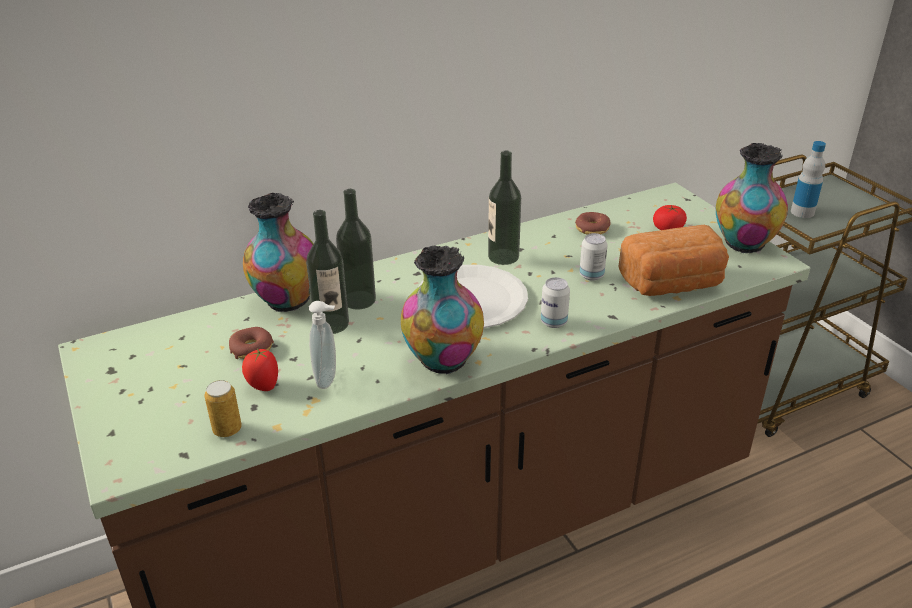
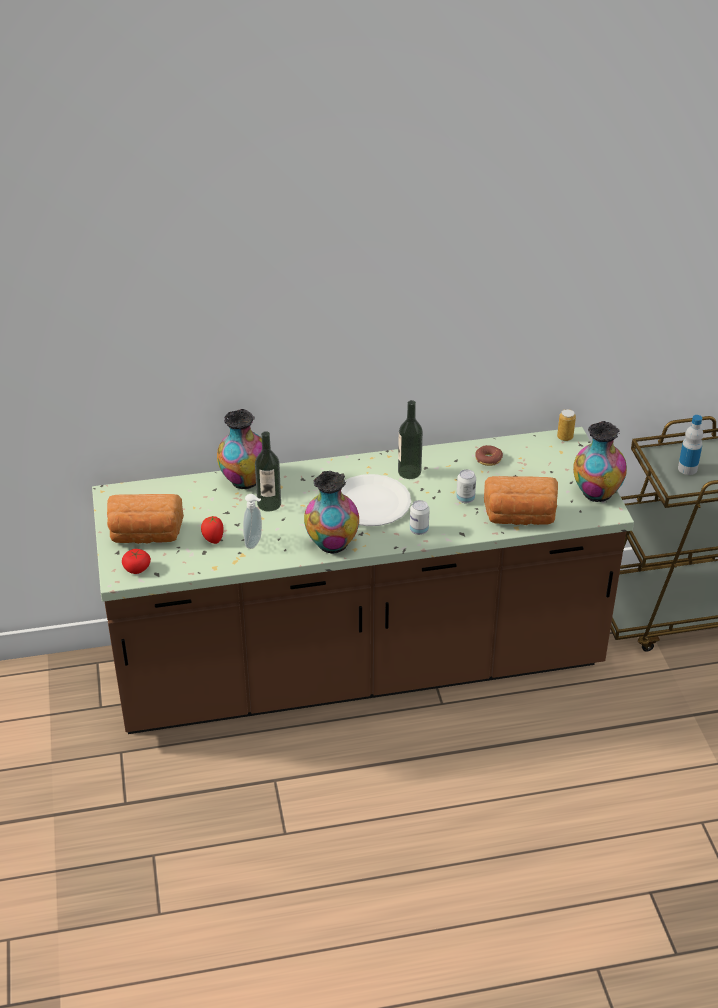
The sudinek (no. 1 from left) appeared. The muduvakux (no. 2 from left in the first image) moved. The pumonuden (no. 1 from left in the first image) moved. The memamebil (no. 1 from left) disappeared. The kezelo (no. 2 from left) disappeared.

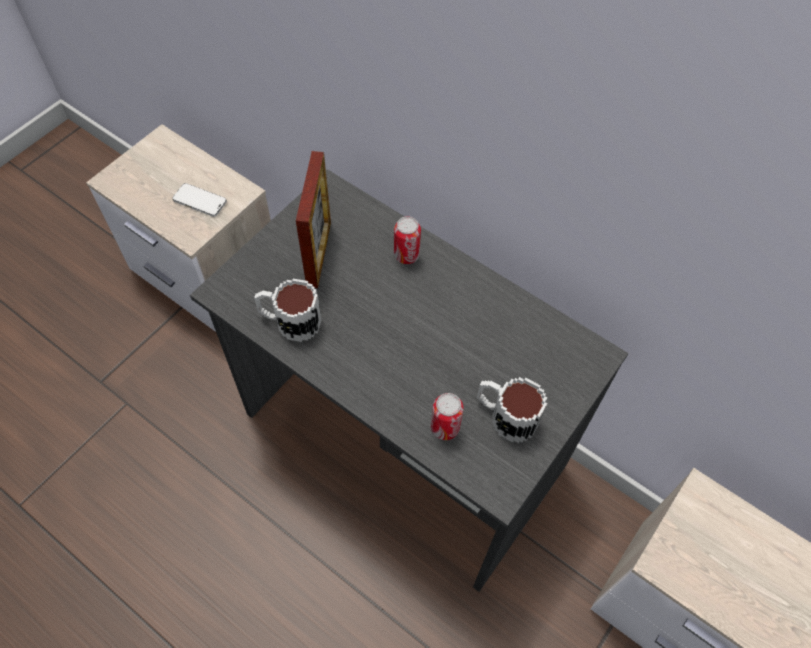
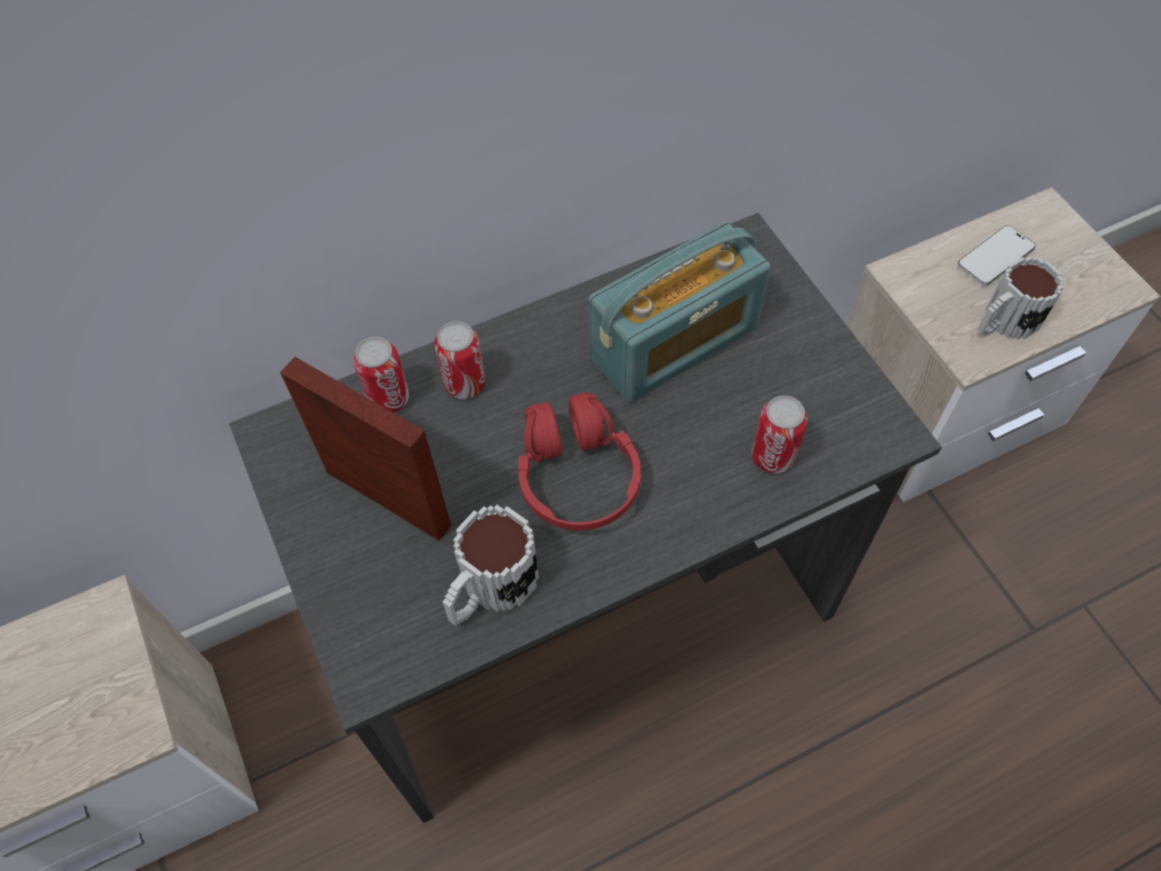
The pumonuden (no. 1 from left) appeared. The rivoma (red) appeared. The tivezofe appeared. The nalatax moved. The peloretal (no. 2 from left) moved.

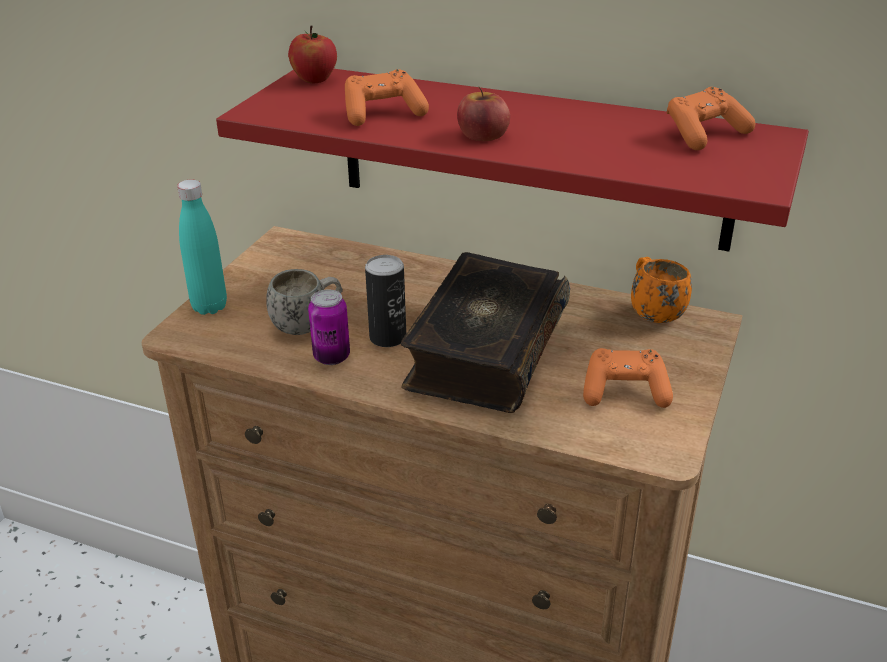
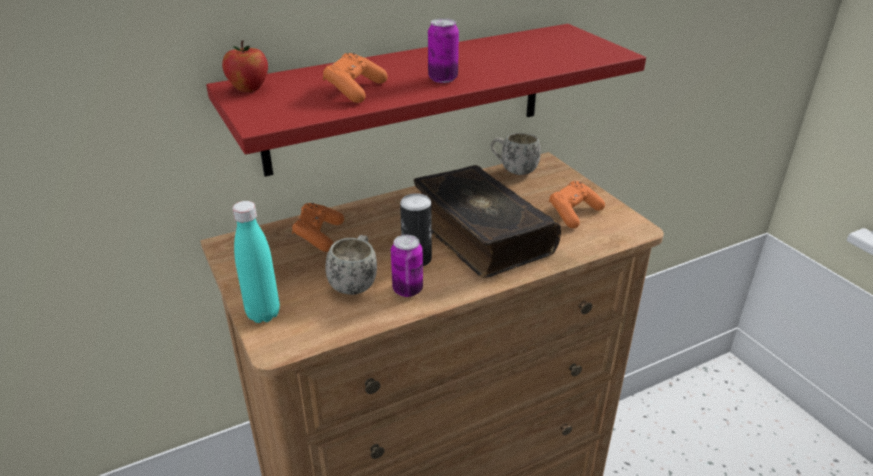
The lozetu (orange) (no. 3 from left in the first image) moved. The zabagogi (no. 2 from left) was replaced by the pumonuden (no. 3 from left). The peloretal (orange) became the peloretal (white) (no. 2 from left).

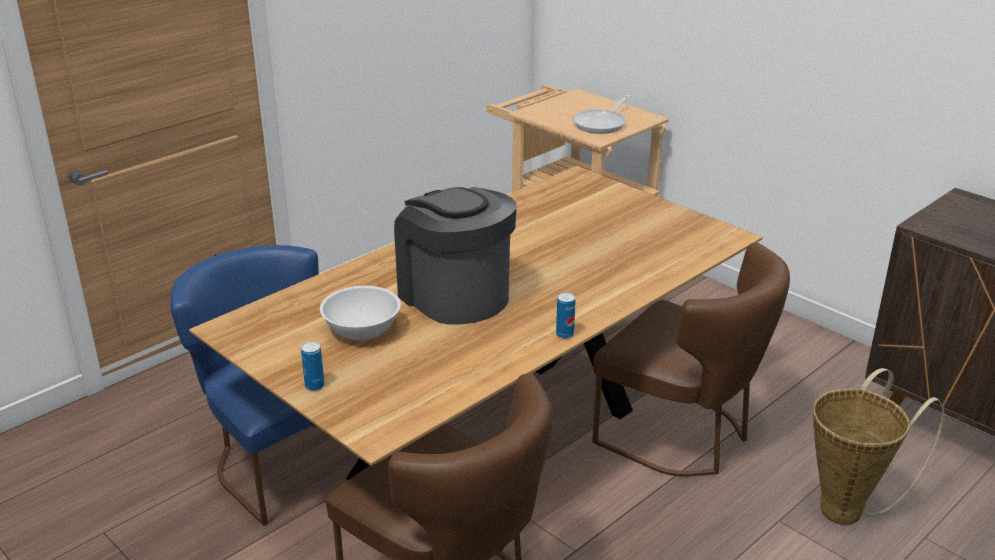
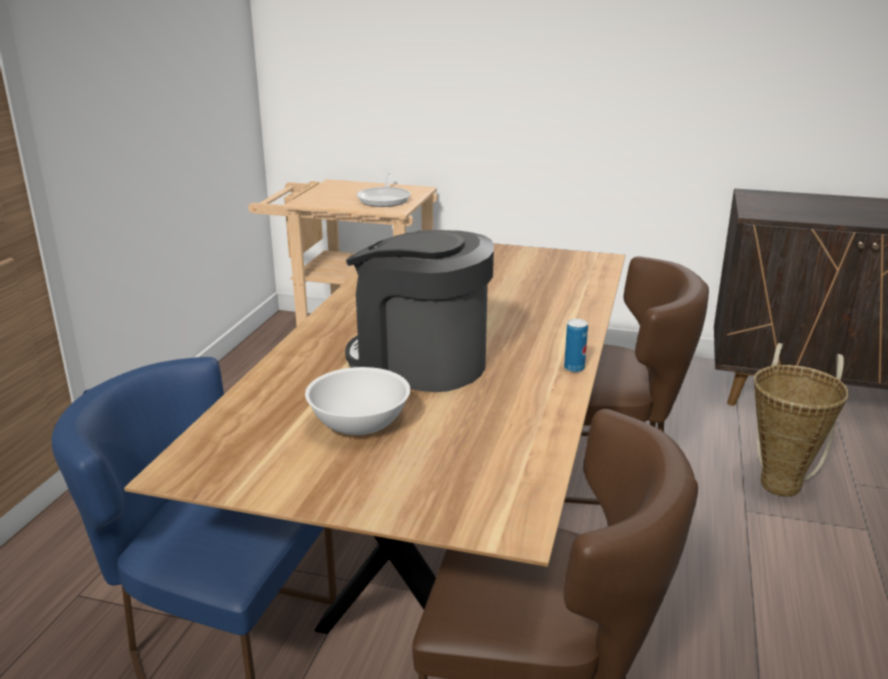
The pumonuden (no. 1 from left) disappeared.

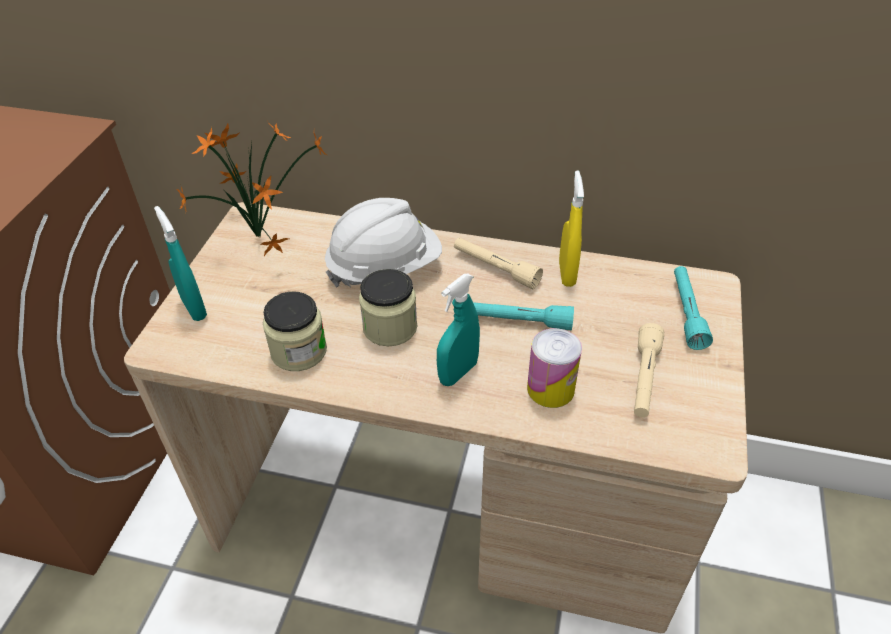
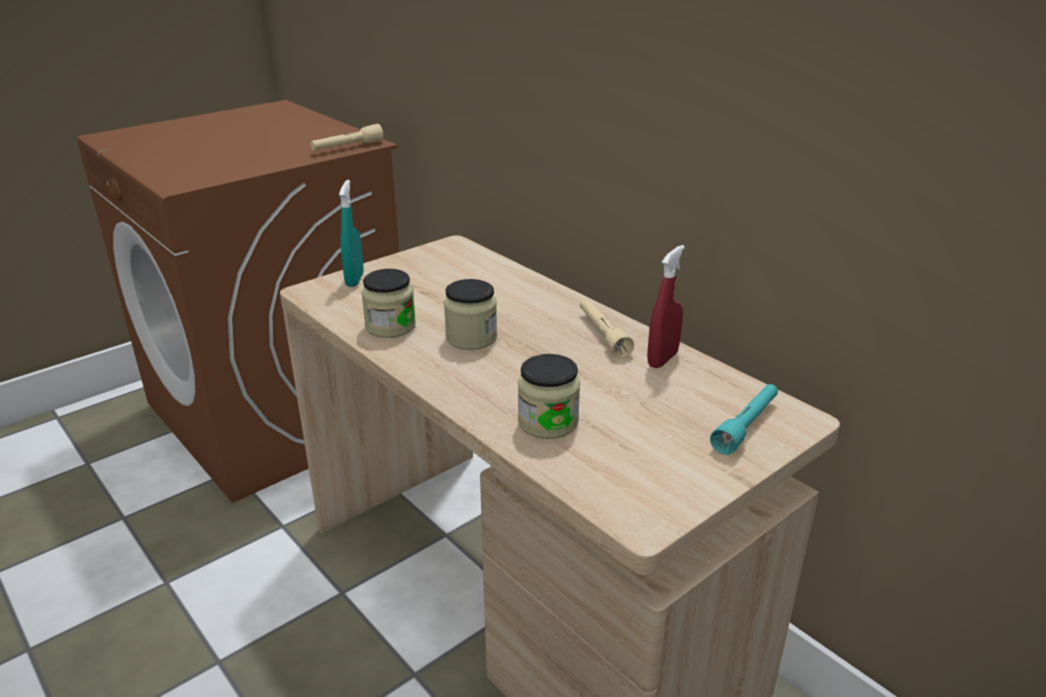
The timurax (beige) (no. 2 from left in the first image) moved. The pumonuden was replaced by the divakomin (no. 3 from left). The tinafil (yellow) became the tinafil (red). The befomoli disappeared. The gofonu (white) disappeared. The tinafil (turquoise) (no. 2 from left) disappeared. The timurax (turquoise) (no. 1 from left) disappeared.

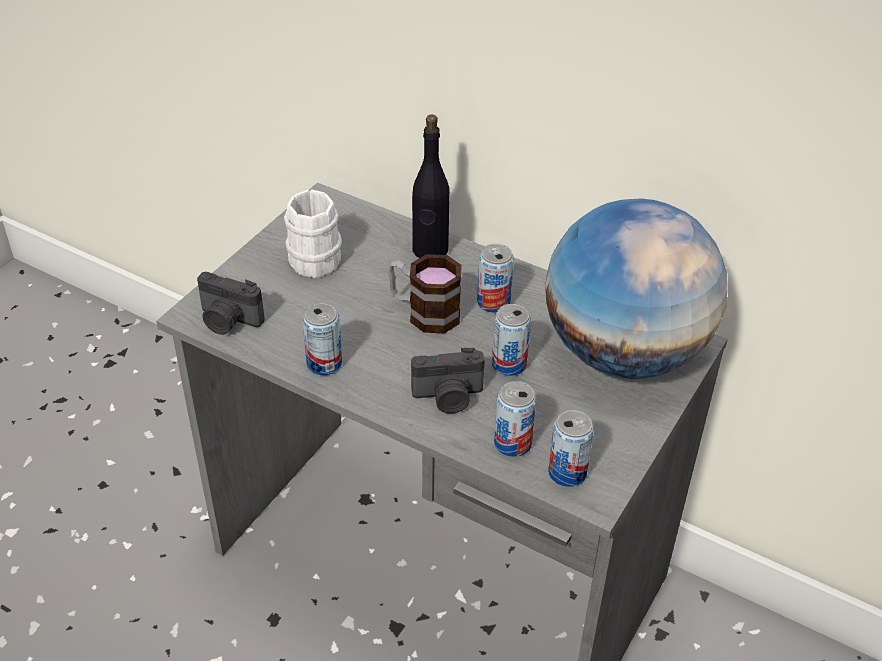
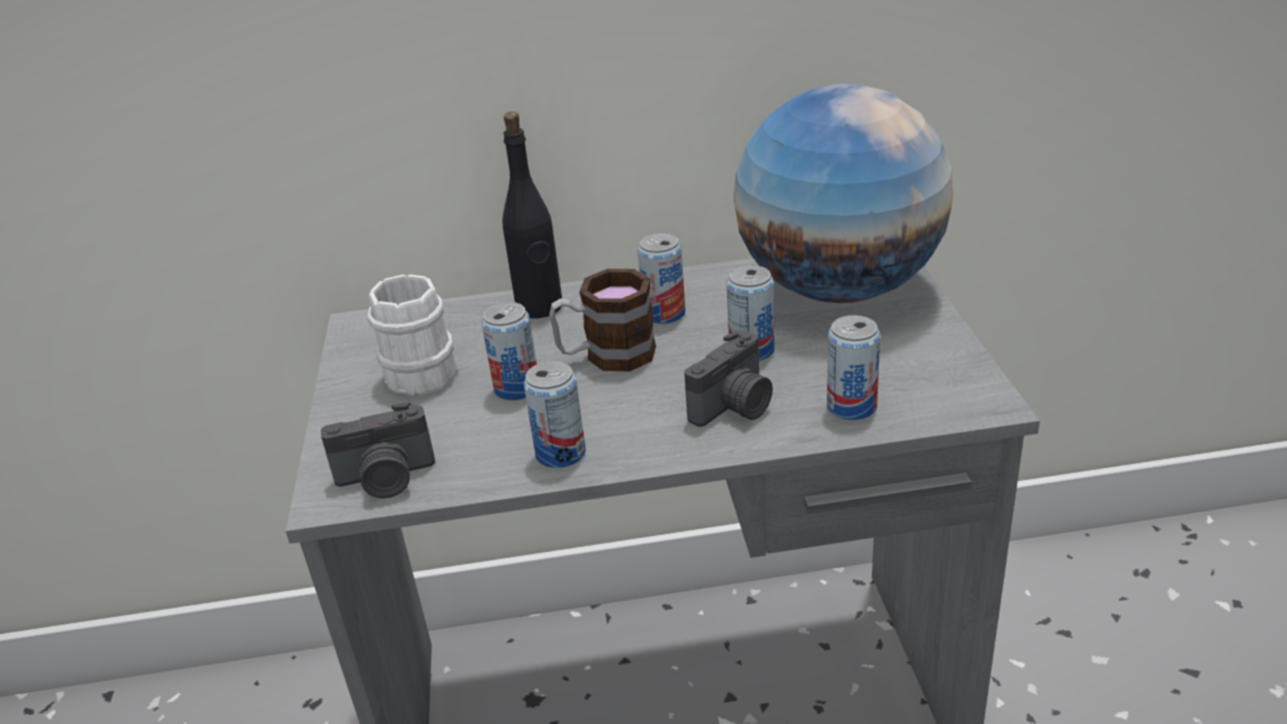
The pumonuden (no. 5 from left in the first image) moved.

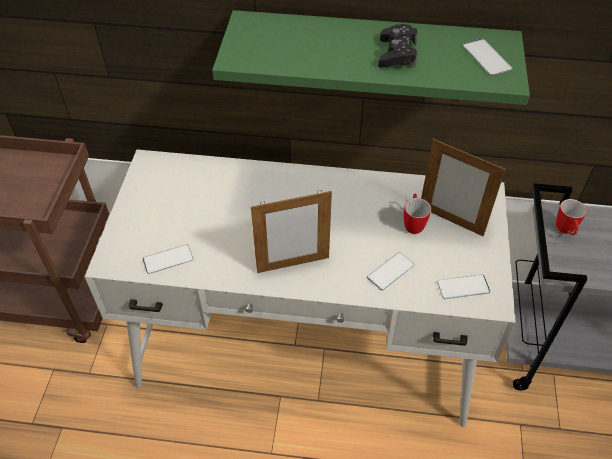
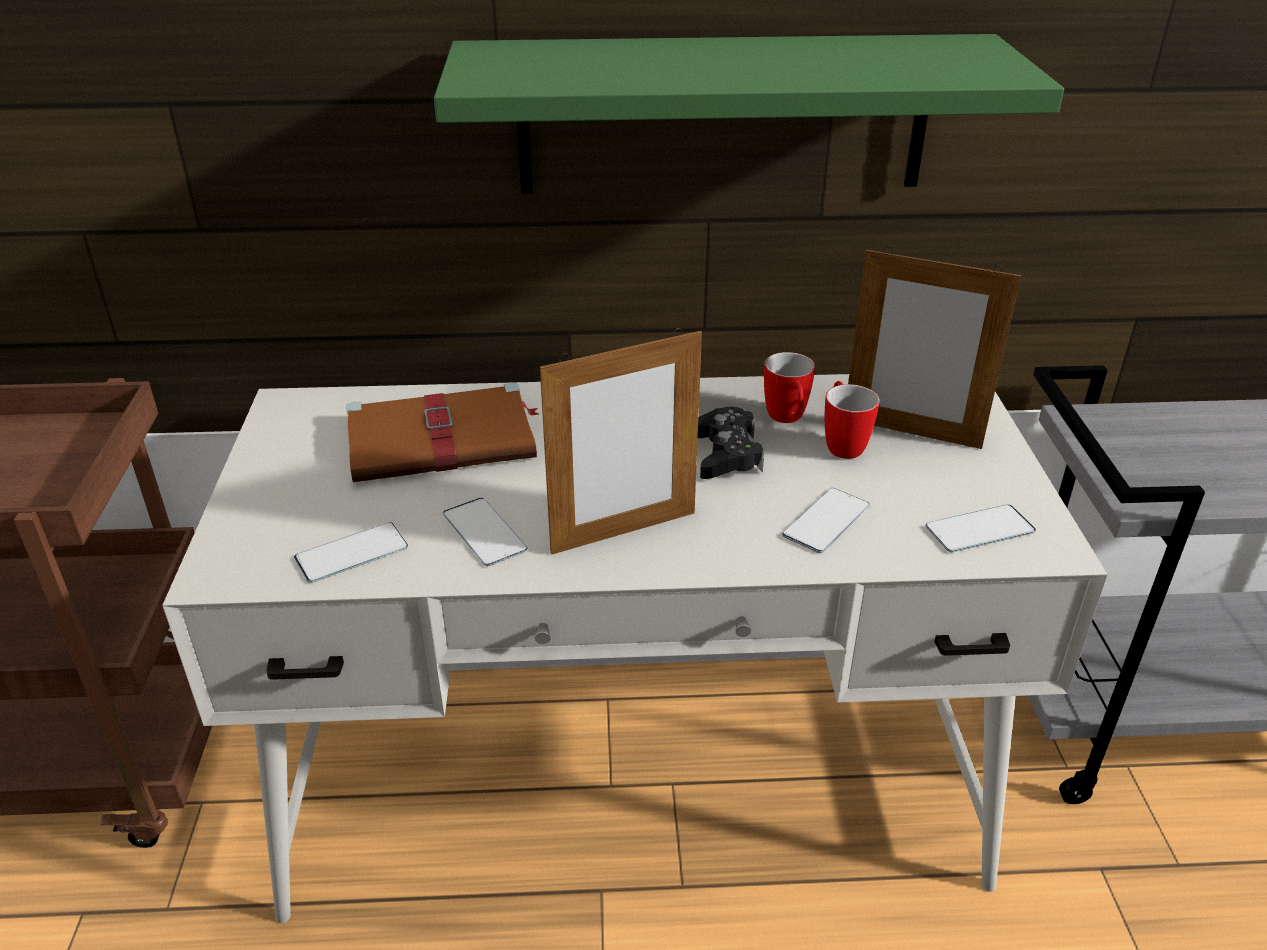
The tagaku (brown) appeared. The nalatax (no. 4 from left in the first image) moved. The lozetu (black) moved. The peloretal (no. 2 from left in the first image) moved.

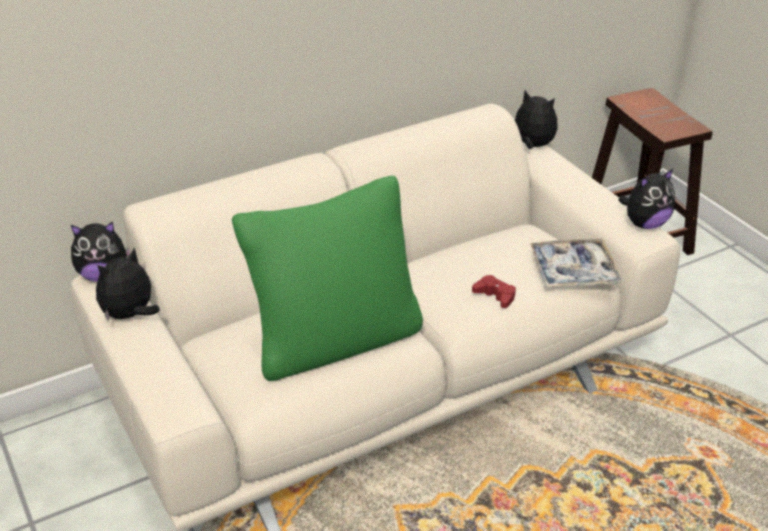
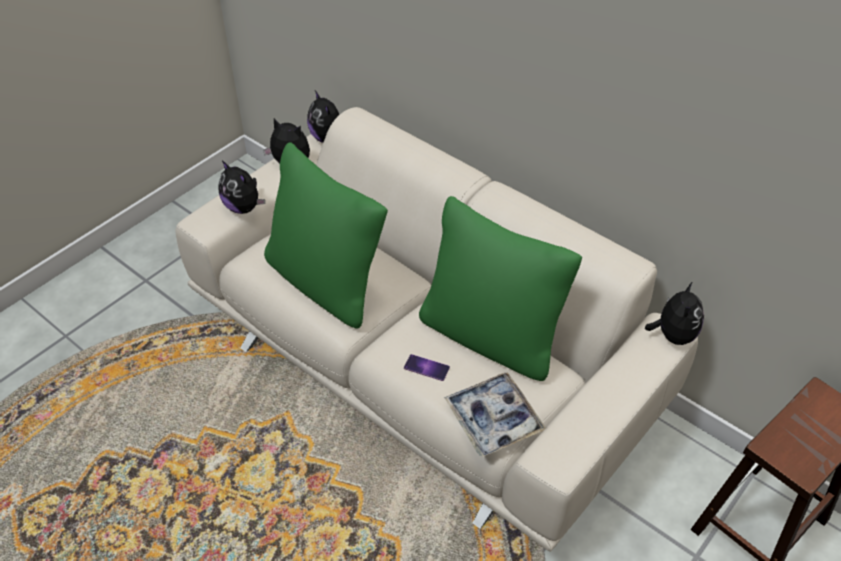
The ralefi (no. 4 from left in the first image) moved. The lozetu (red) was replaced by the nalatax. The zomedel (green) (no. 2 from left) appeared.

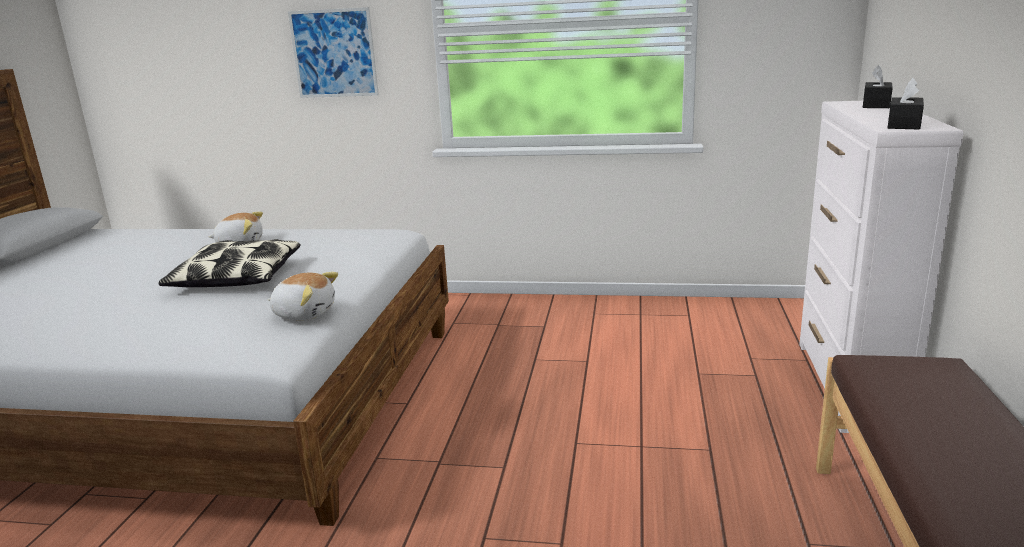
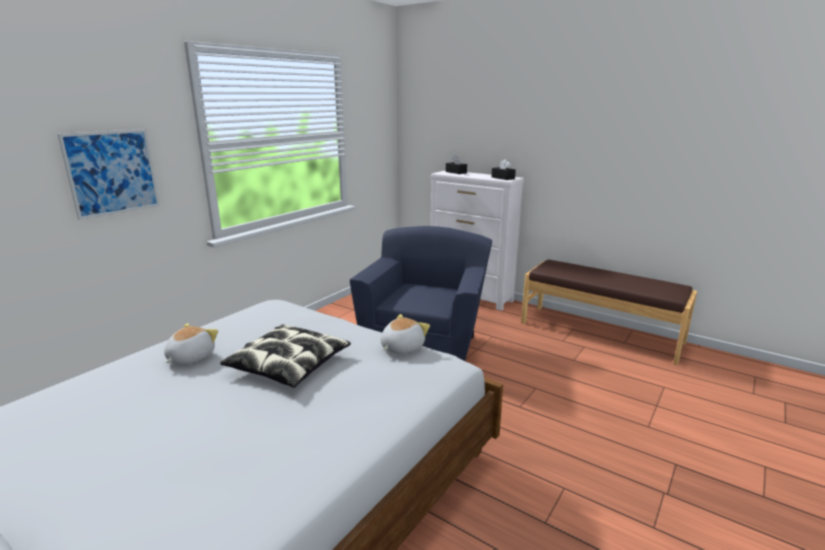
The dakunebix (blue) appeared.

